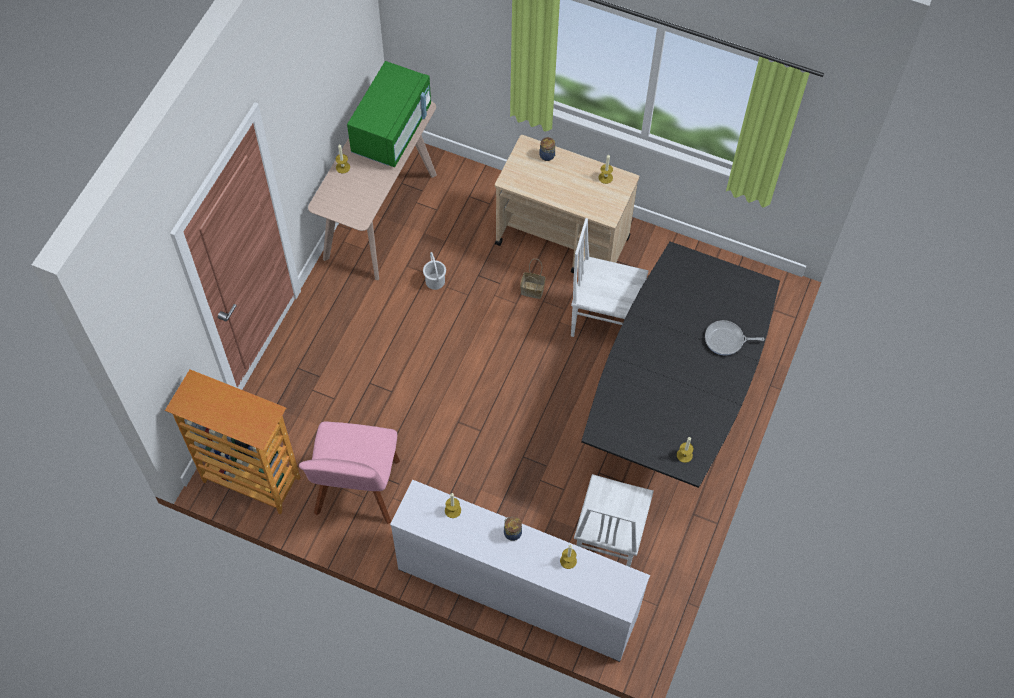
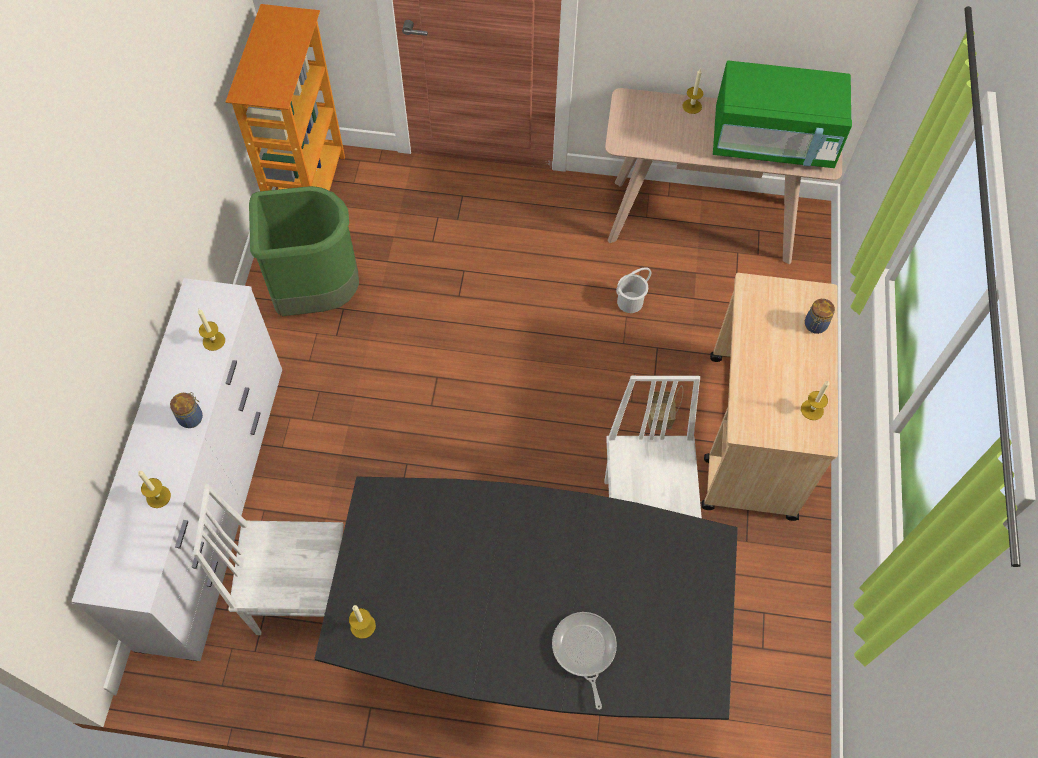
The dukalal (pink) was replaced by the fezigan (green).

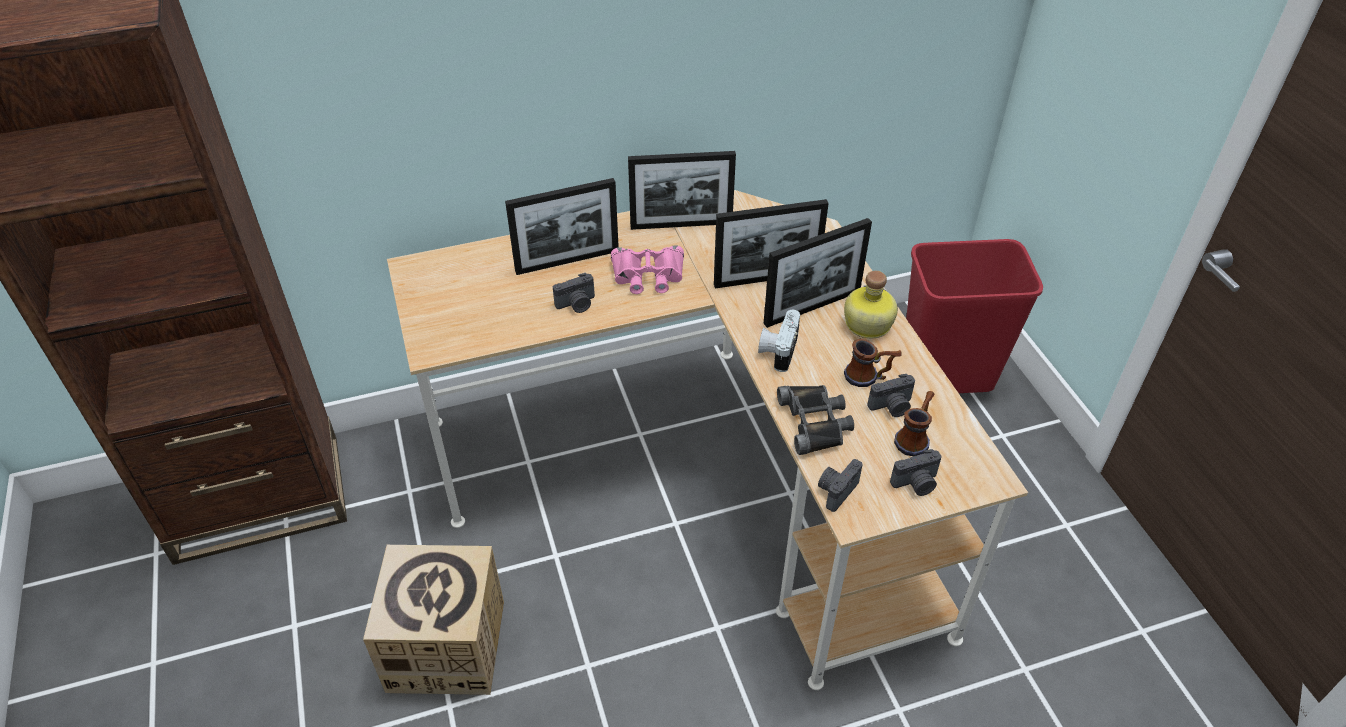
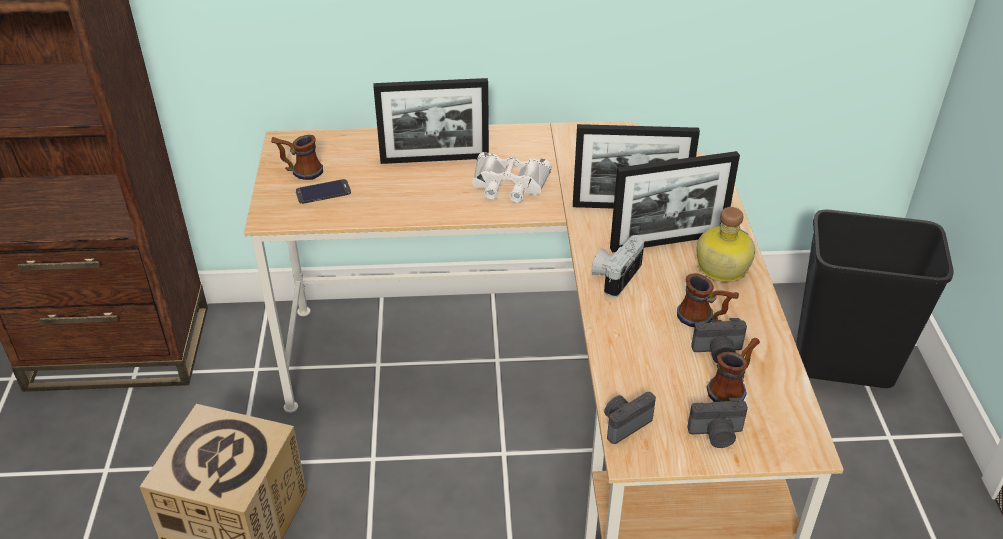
The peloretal (no. 1 from left) appeared. The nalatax appeared. The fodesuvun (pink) became the fodesuvun (white). The fezigan (red) became the fezigan (black). The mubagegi (no. 1 from left) disappeared. The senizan (no. 2 from left) disappeared. The fodesuvun (black) disappeared.

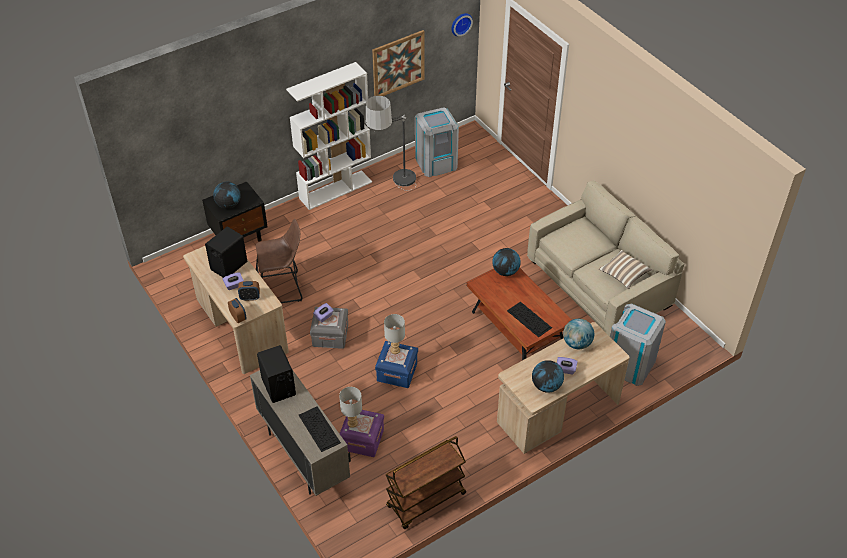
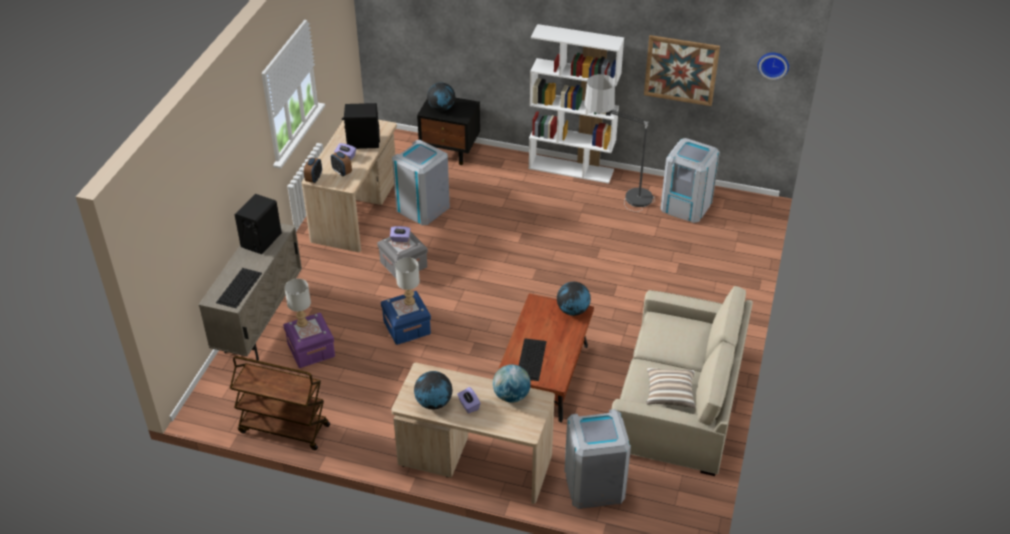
The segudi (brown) was replaced by the fezigan (grey) (no. 1 from left).

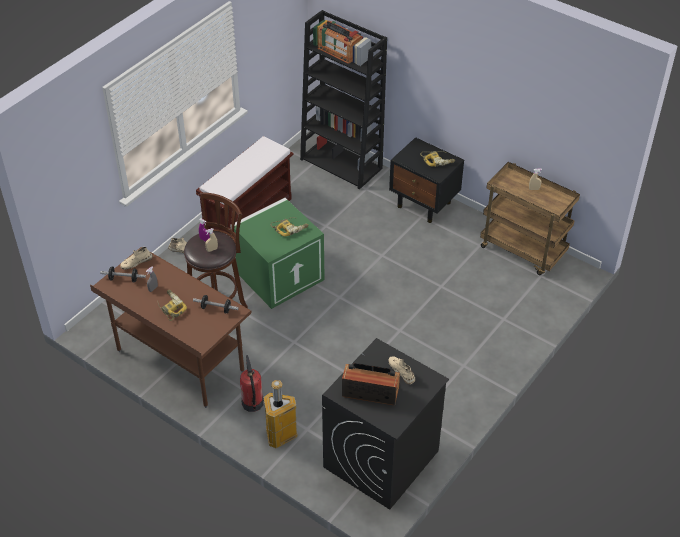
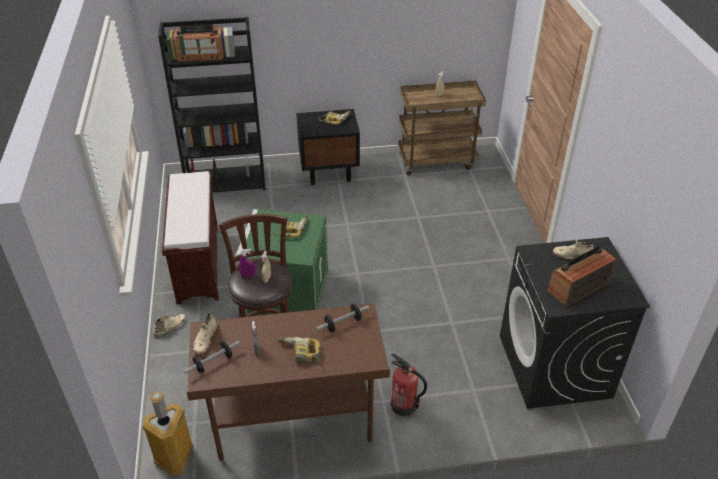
The fezigan moved.

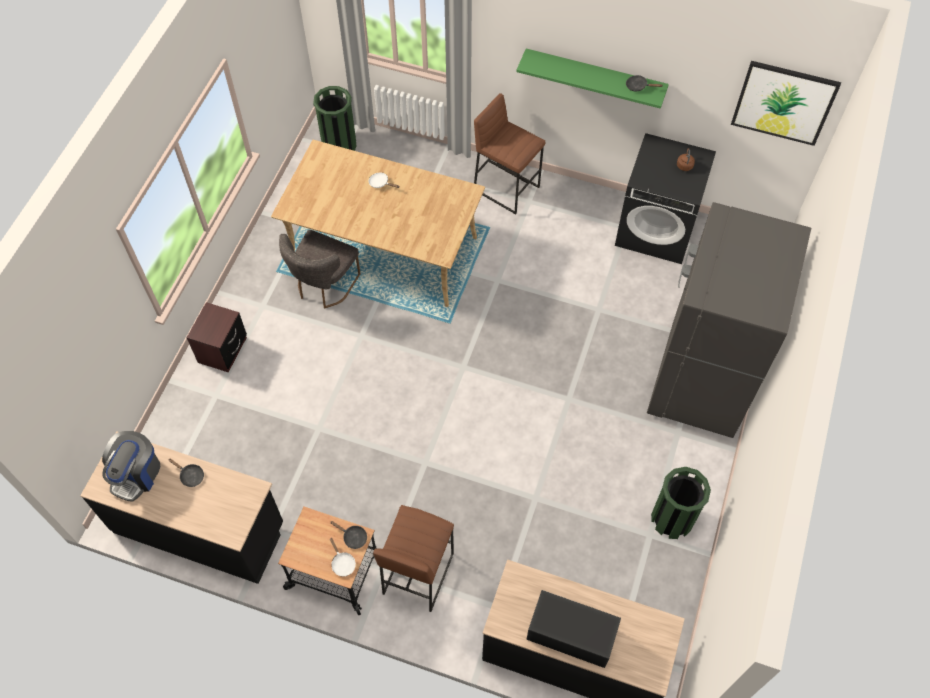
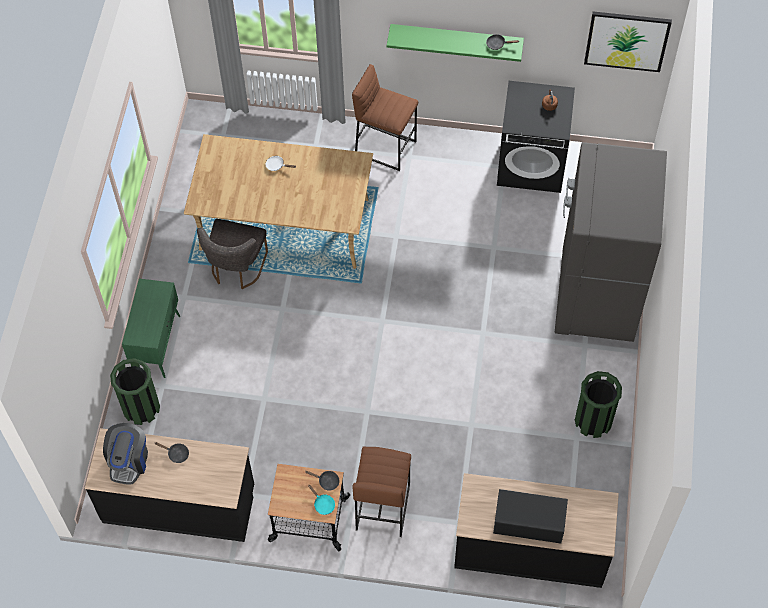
The fezigan (green) (no. 1 from left) moved. The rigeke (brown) was replaced by the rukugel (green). The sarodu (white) (no. 1 from left) became the sarodu (turquoise).

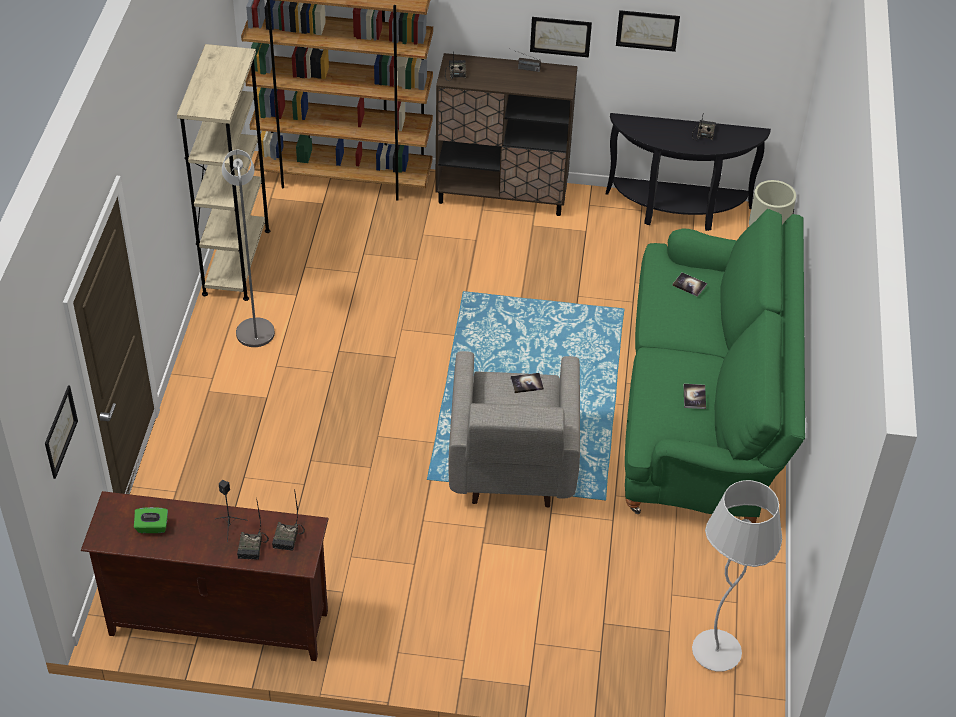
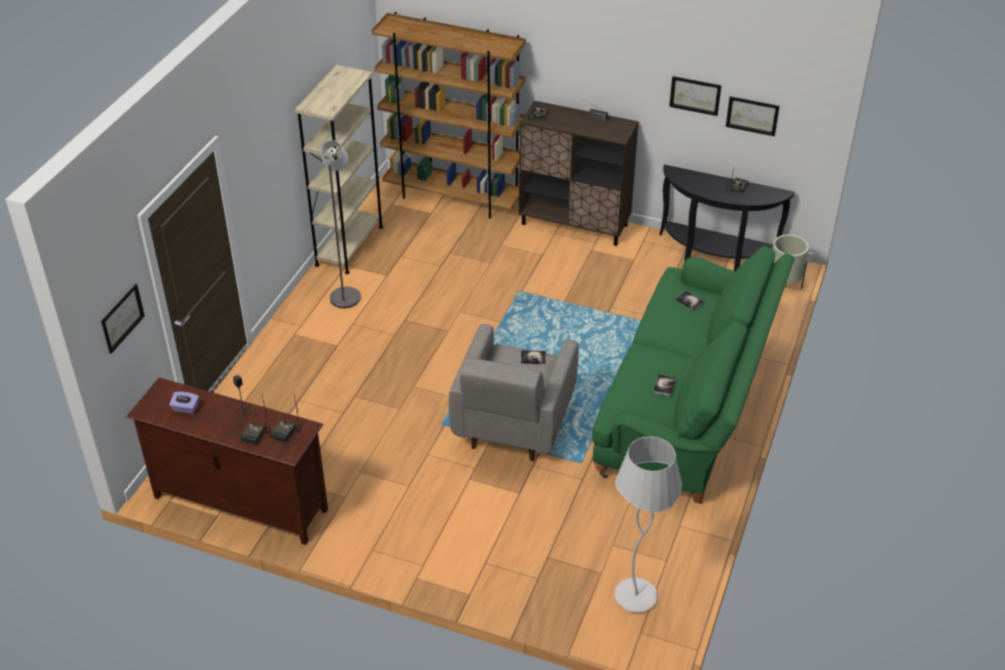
The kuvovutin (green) became the kuvovutin (purple). The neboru (no. 2 from left in the first image) moved.

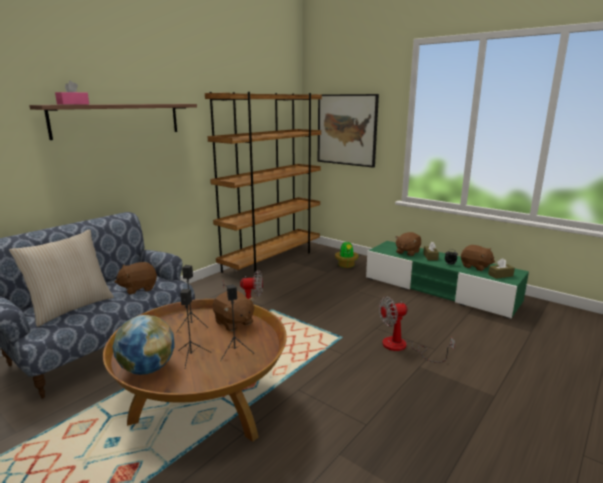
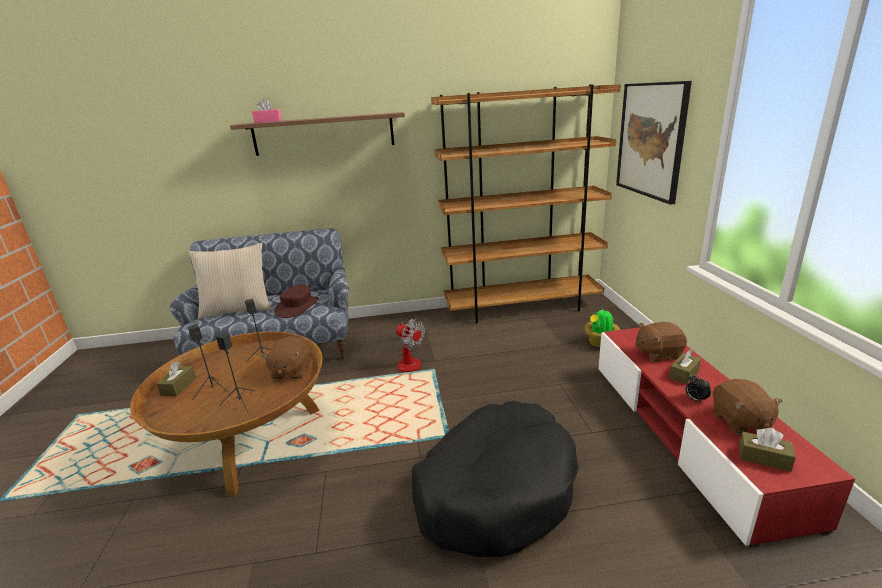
The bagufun was replaced by the kuvovutin (brown) (no. 1 from left). The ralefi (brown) (no. 1 from left) was replaced by the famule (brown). The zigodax (no. 2 from left) was replaced by the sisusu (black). The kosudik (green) became the kosudik (red).

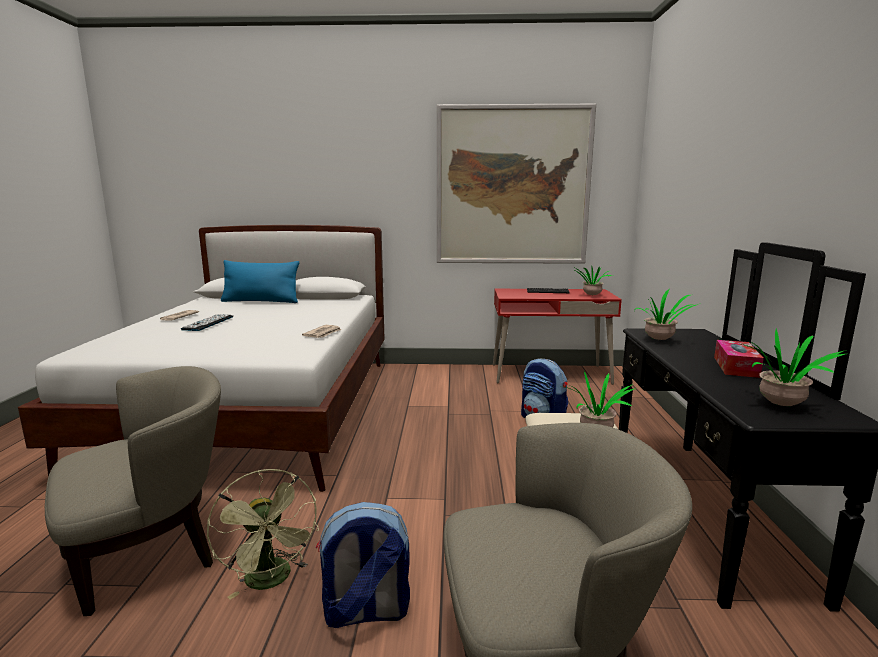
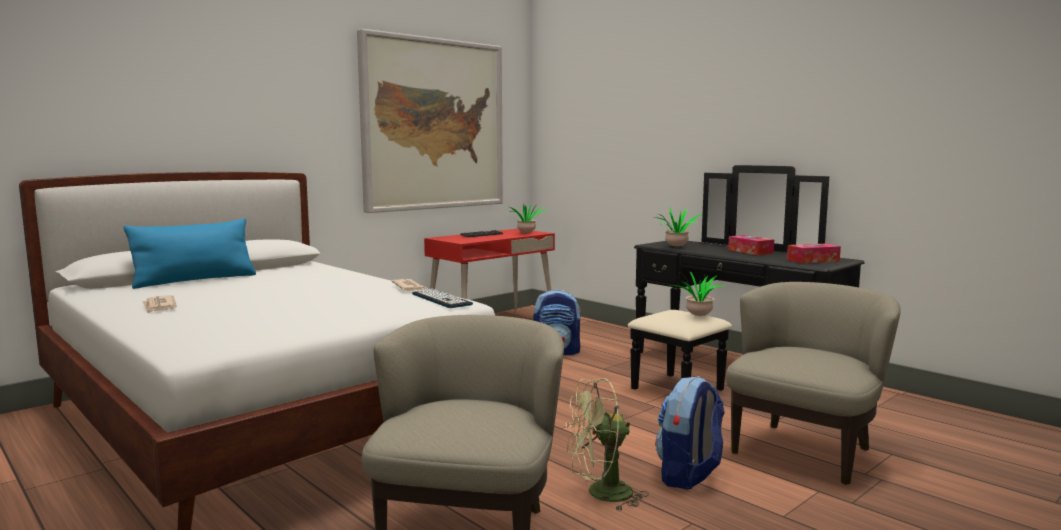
The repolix (no. 1 from left) moved. The zigodax (green) turned 150 degrees clockwise. The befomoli (no. 4 from left) was replaced by the kuvovutin (no. 2 from left).

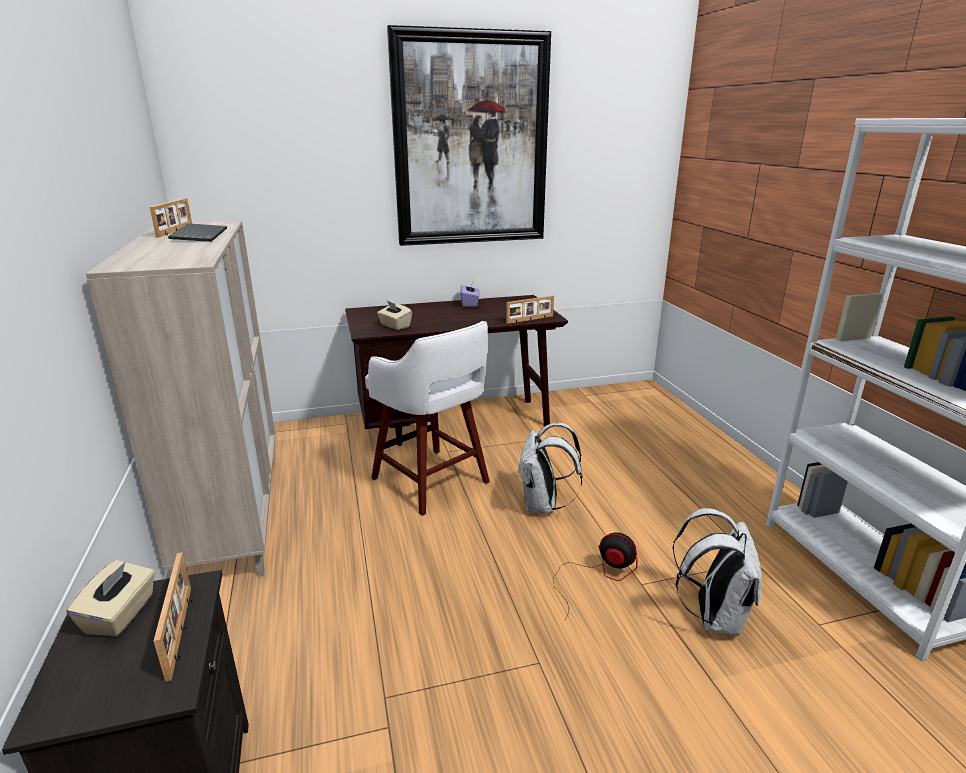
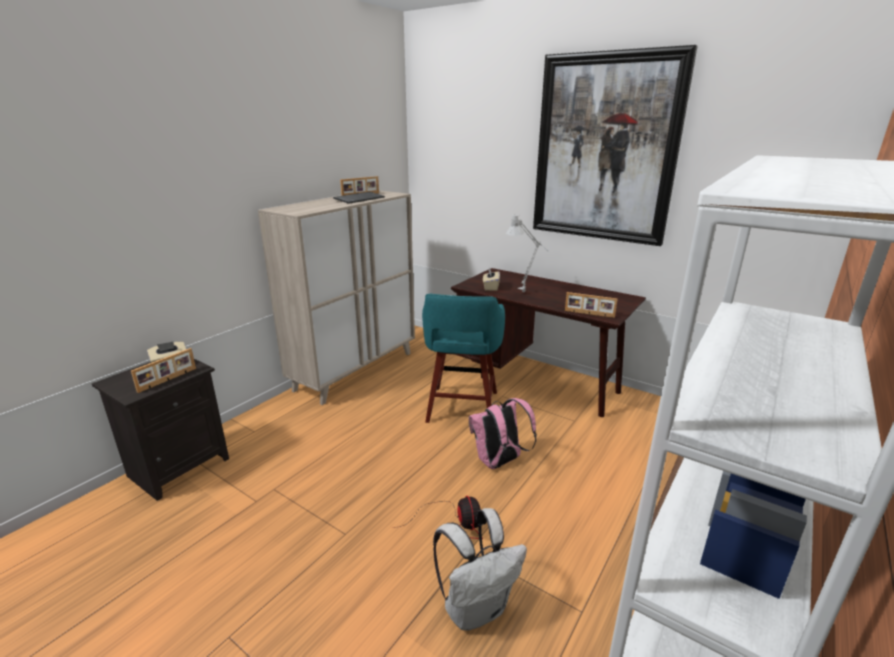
The segudi (white) became the segudi (turquoise). The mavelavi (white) (no. 1 from left) became the mavelavi (pink). The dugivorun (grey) appeared. The kuvovutin (purple) disappeared.

